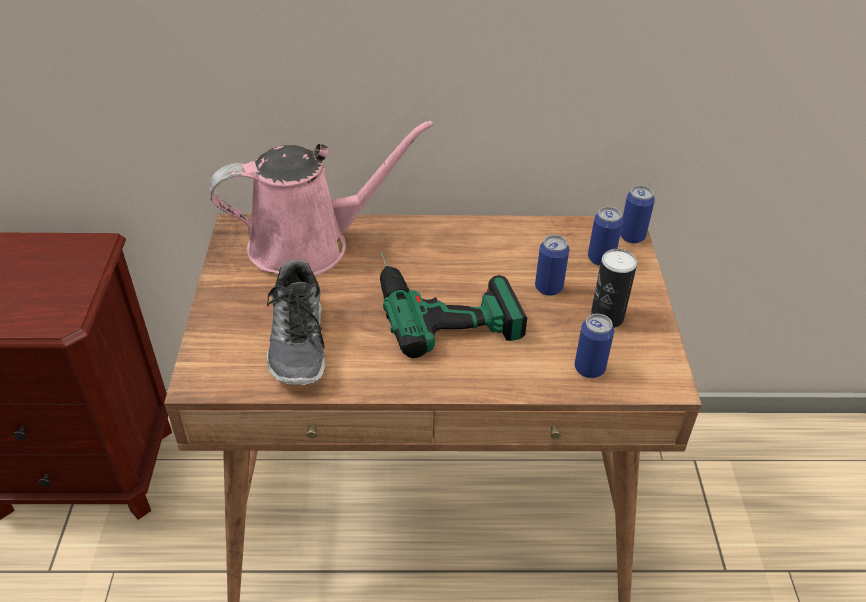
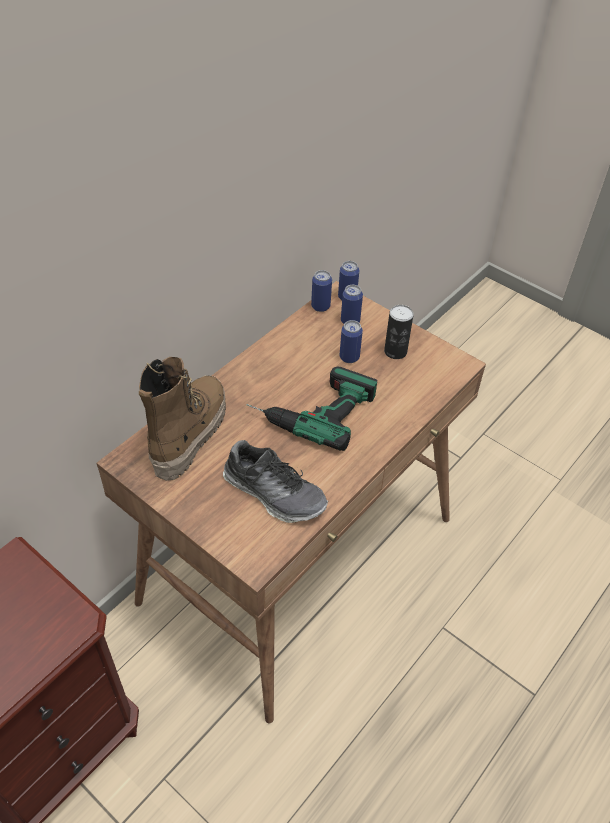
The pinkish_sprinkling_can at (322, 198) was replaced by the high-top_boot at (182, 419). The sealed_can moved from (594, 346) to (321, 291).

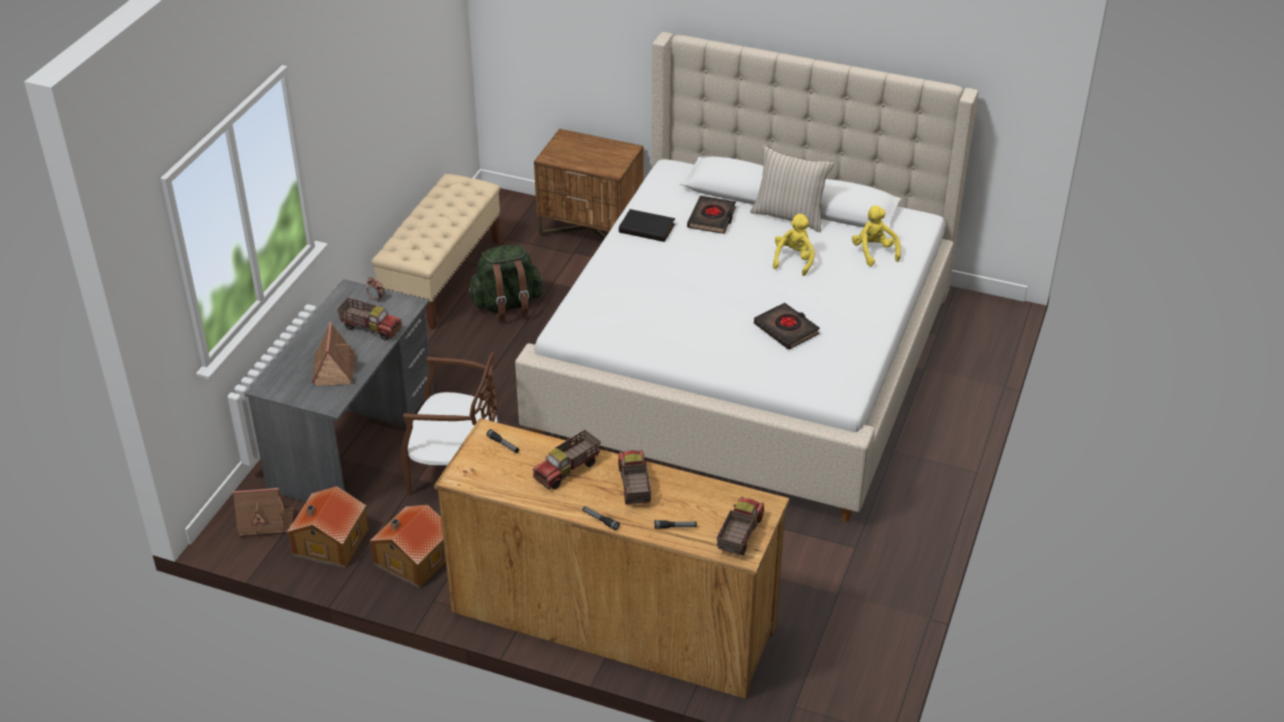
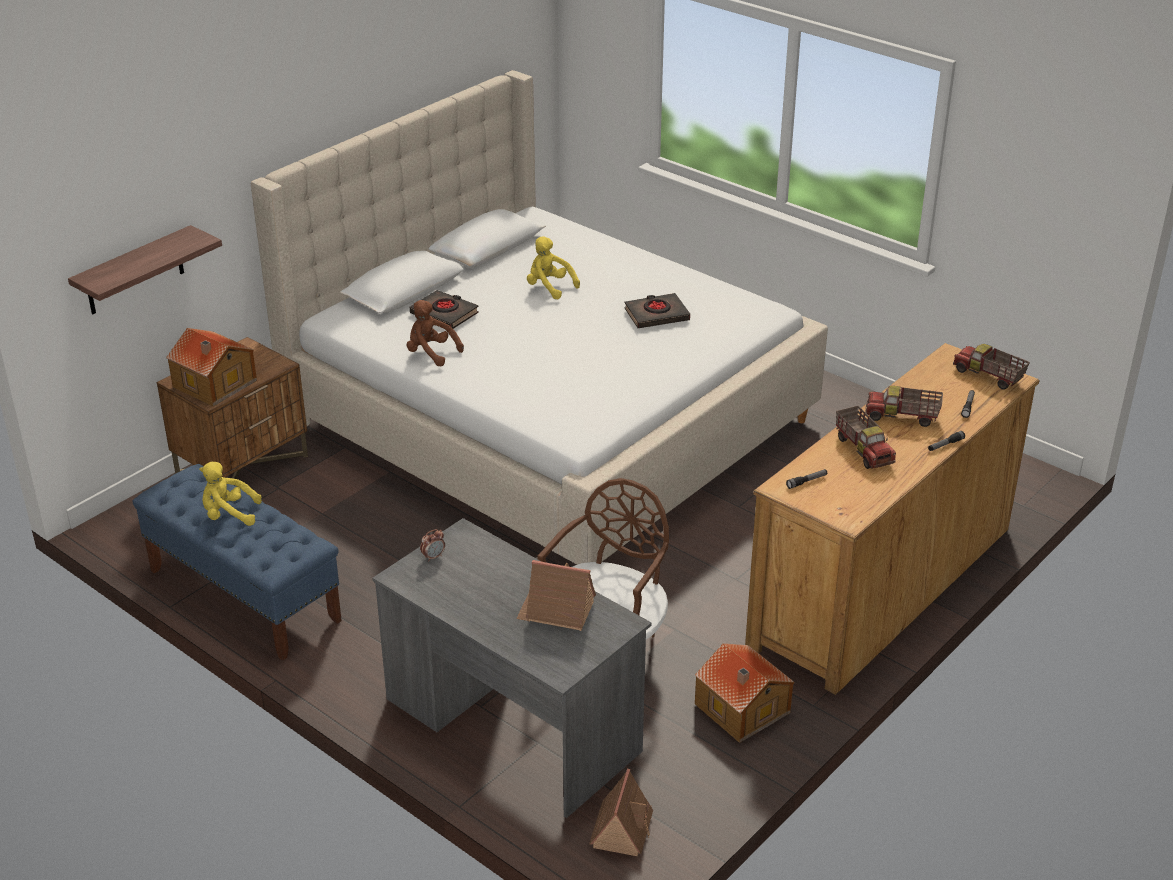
The sand-coloured_pillow at (792, 188) disappeared. The sand-coloured_long_seat at (436, 252) became the bluish_long_seat at (237, 562). The yellow-coloured_soft_toy moved from (876, 235) to (230, 494). The black_book at (647, 225) was replaced by the brown_soft_toy at (435, 333). The greenish_rucksack at (505, 282) disappeared. The toy_truck at (369, 319) disappeared. The miniature_house moved from (327, 527) to (211, 367). The shelf at (145, 269) appeared.

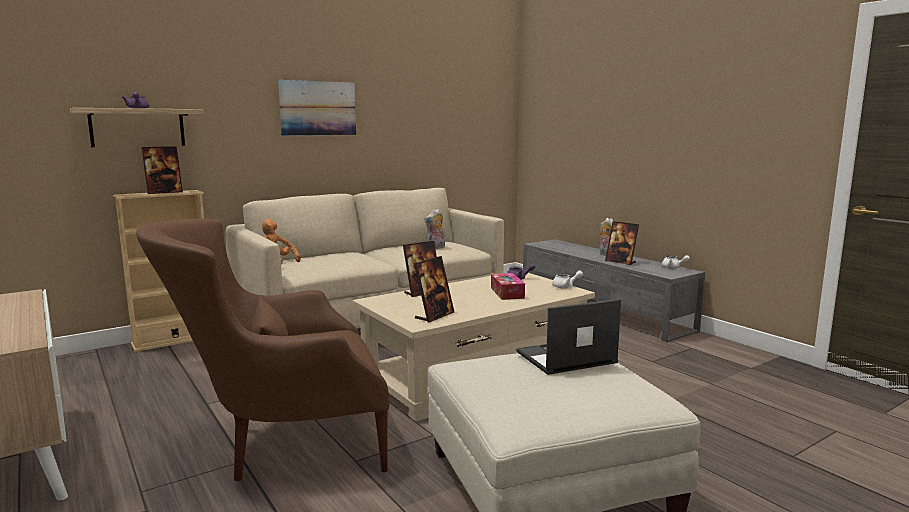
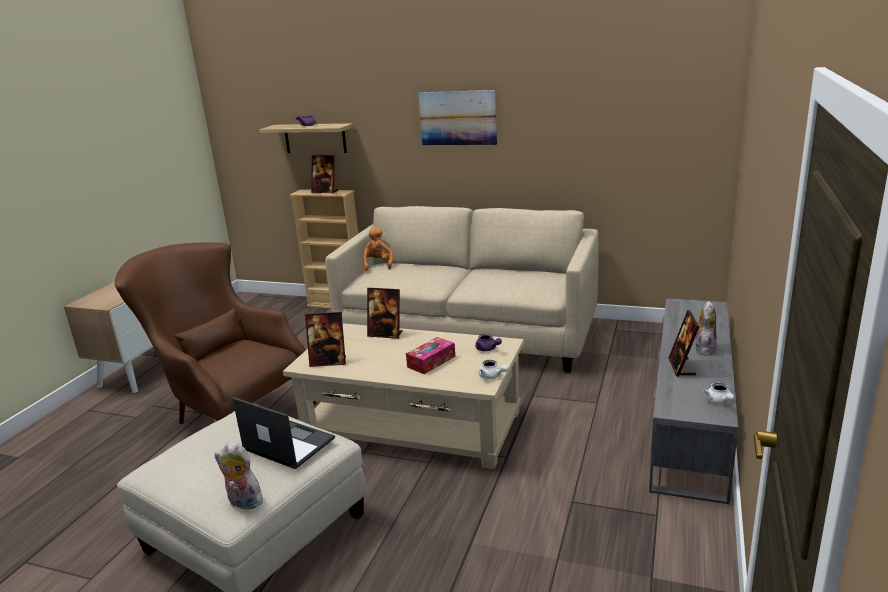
The soft_toy moved from (434, 229) to (238, 476).

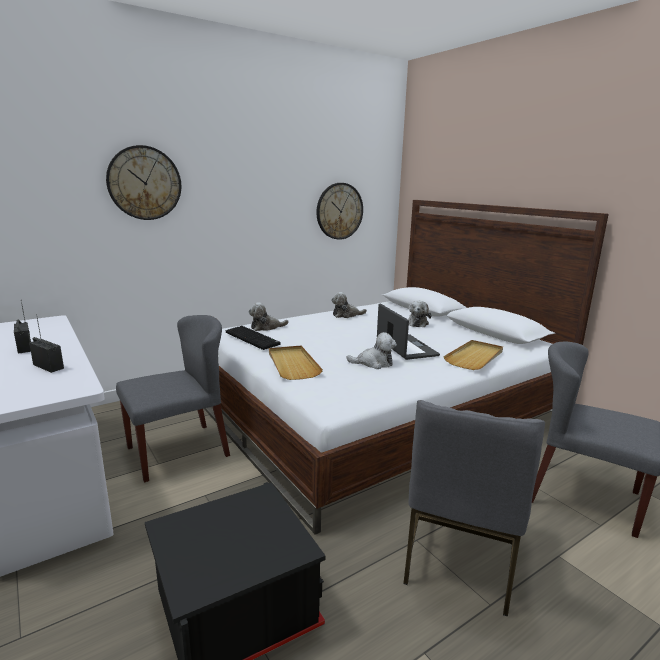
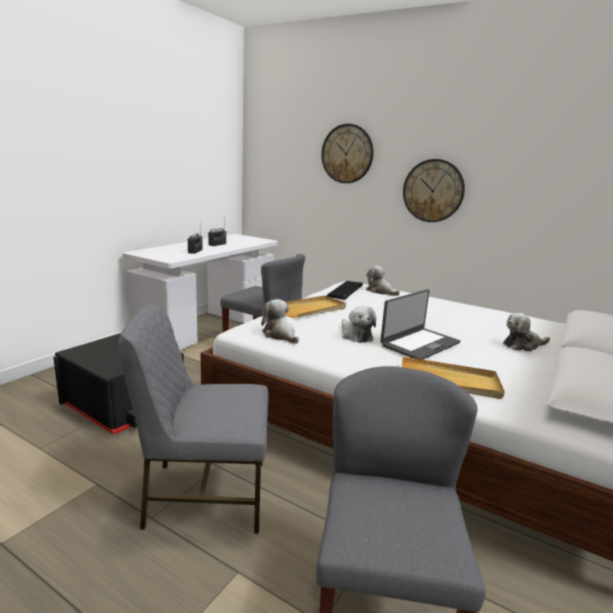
The hanging_clock moved from (339, 211) to (434, 190). The soft_toy moved from (349, 305) to (280, 321).

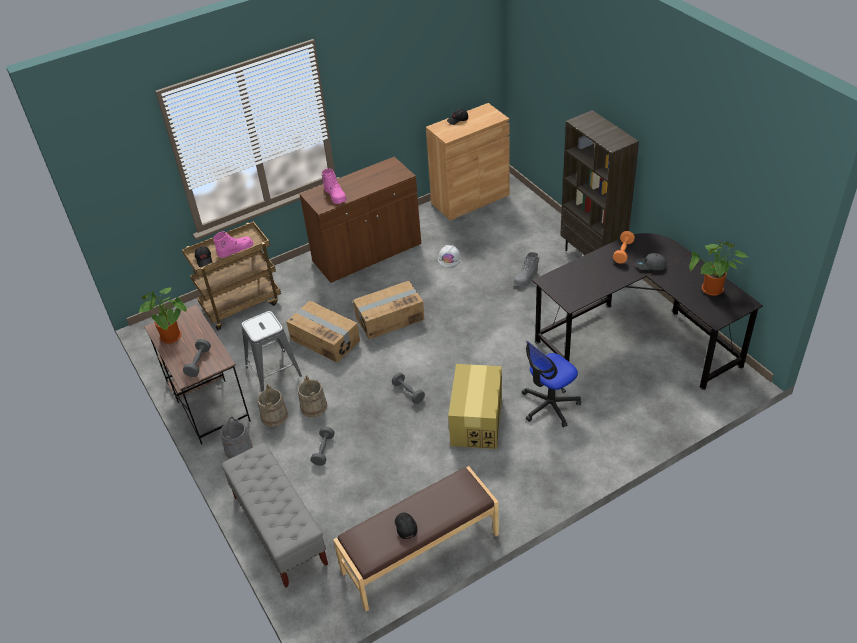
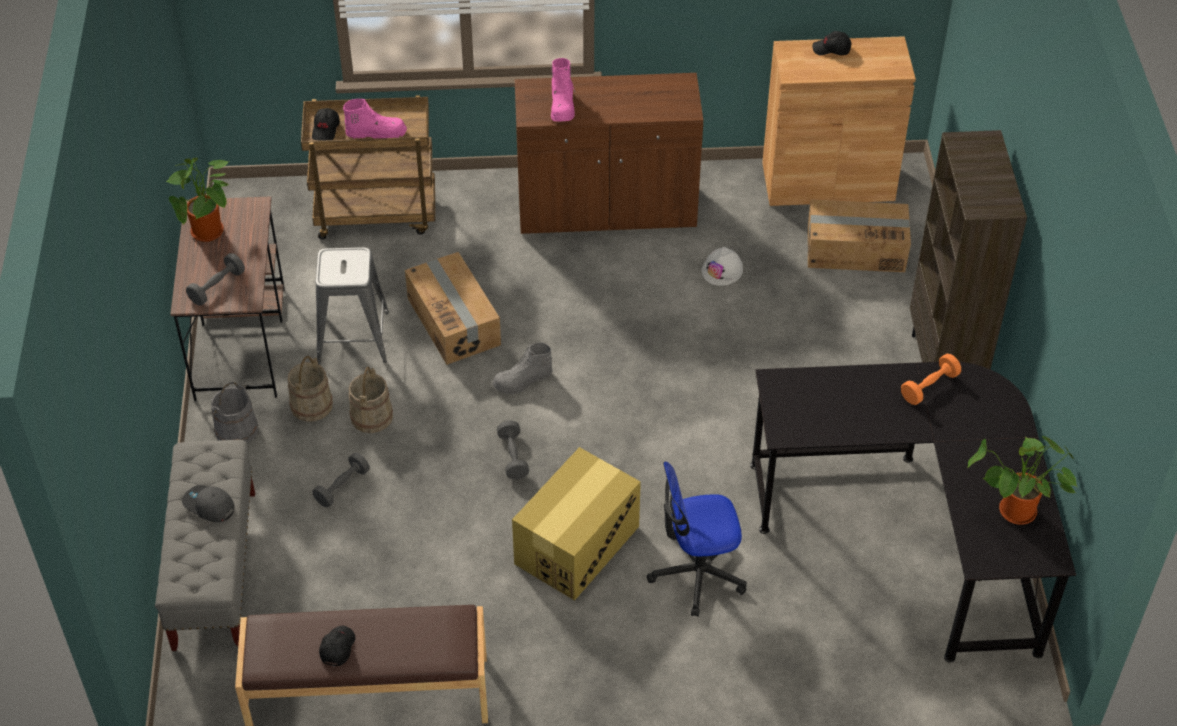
The greyish_high-top_boot moved from (526, 269) to (522, 368). The greyish_cap moved from (651, 261) to (208, 503). The cardboard_box moved from (389, 310) to (859, 236).

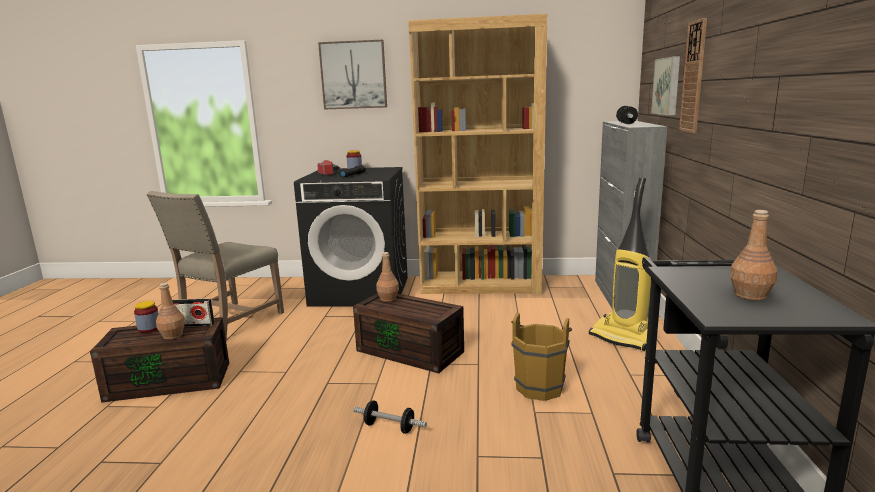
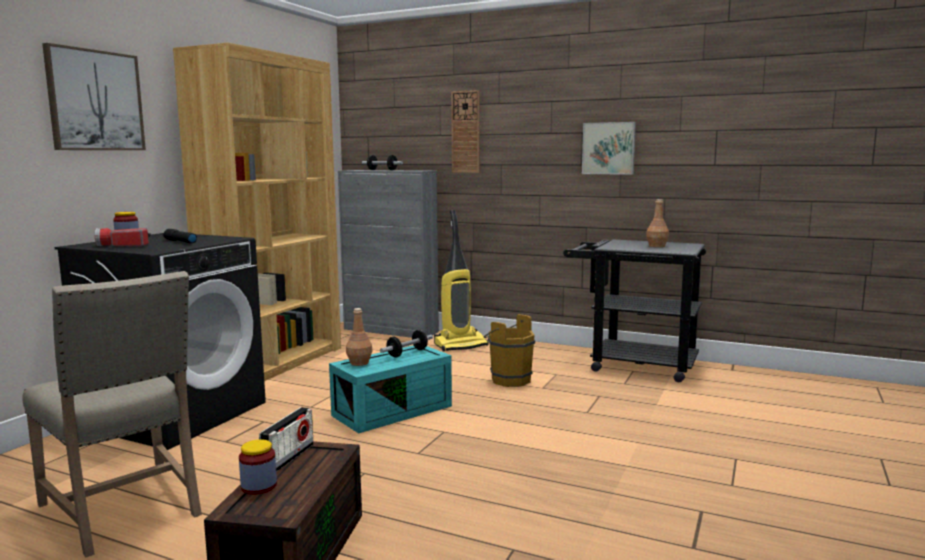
The wall_art moved from (665, 85) to (609, 148). The brown_bottle at (170, 311) disappeared. The brown_storage_bin at (408, 333) became the blue-green_storage_bin at (390, 389). The free_weight moved from (390, 417) to (406, 344).

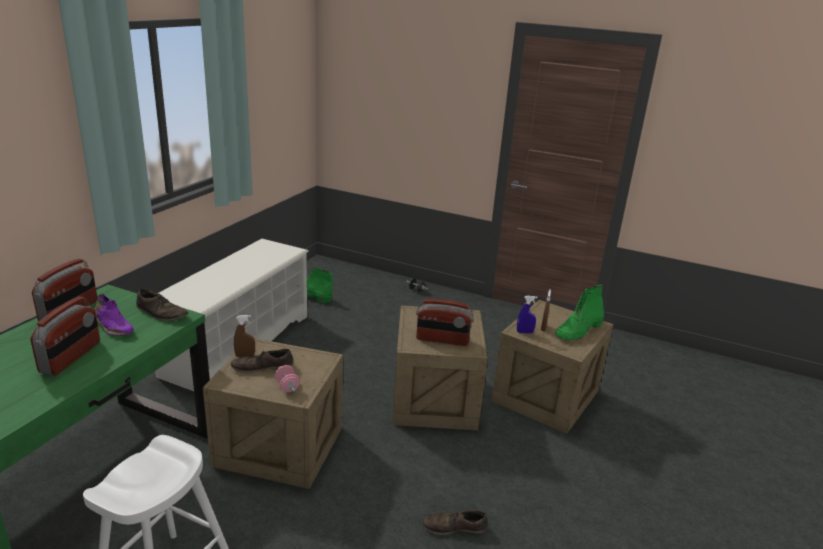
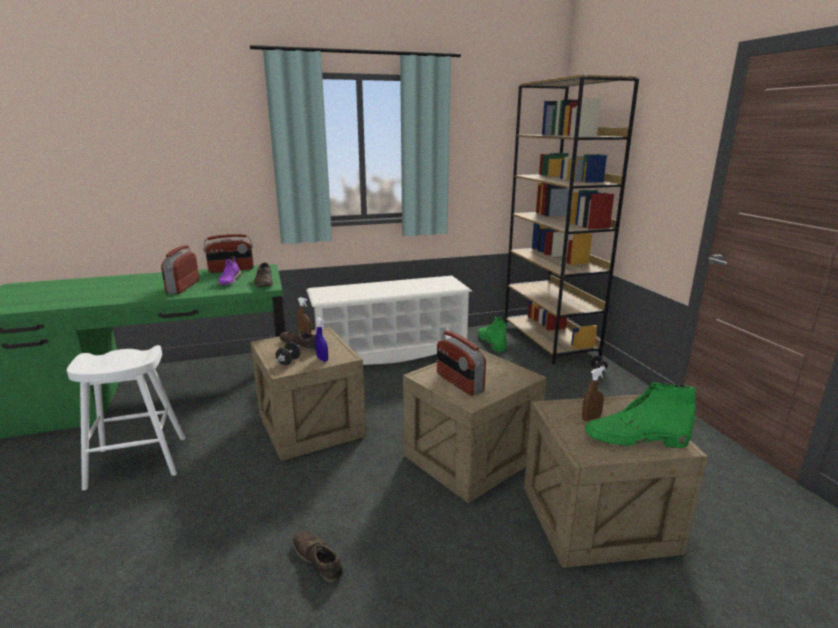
The bluish_hand_sprayer moved from (527, 315) to (321, 339). The radio_receiver at (65, 336) turned 120 degrees clockwise. The pinkish_free_weight at (287, 378) became the black_free_weight at (288, 353). The brown_bookcase at (572, 220) appeared.

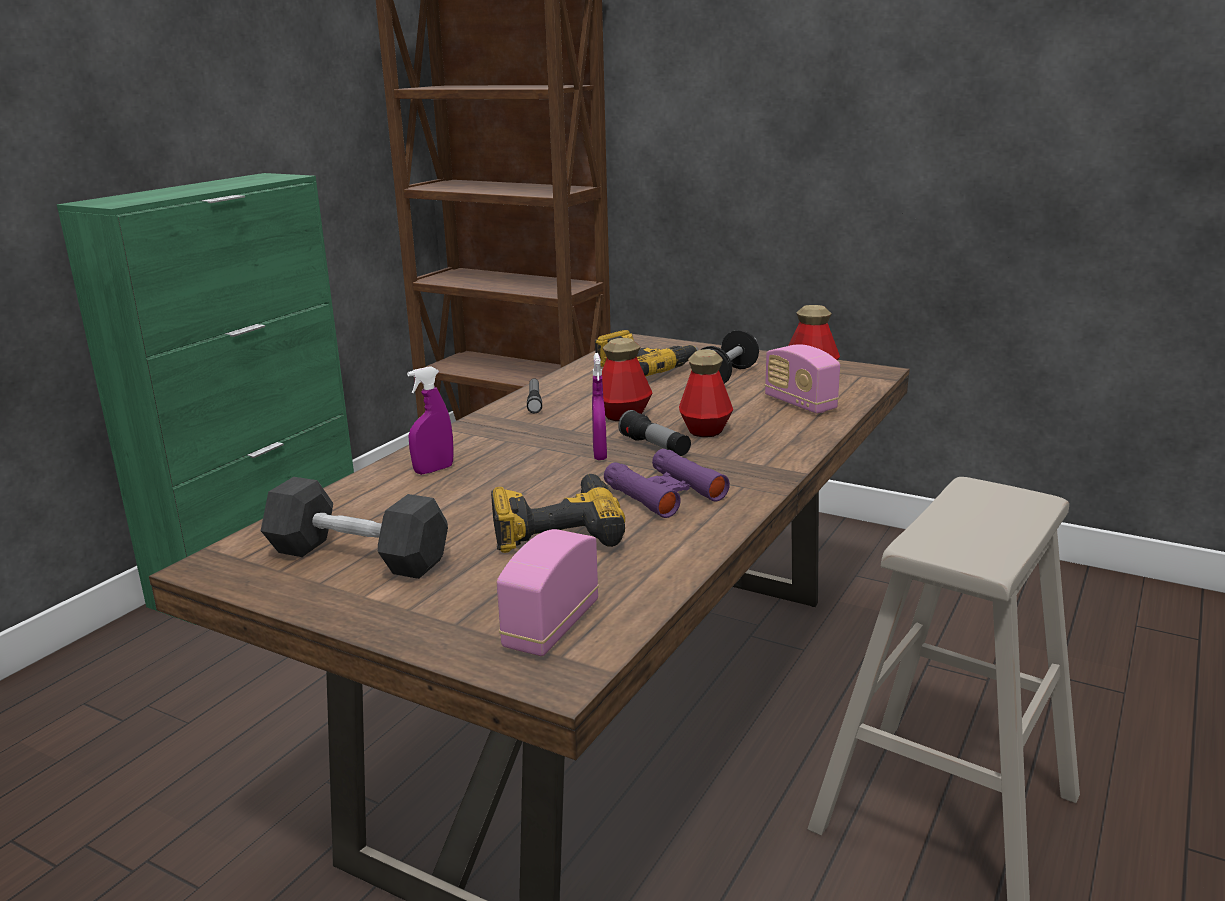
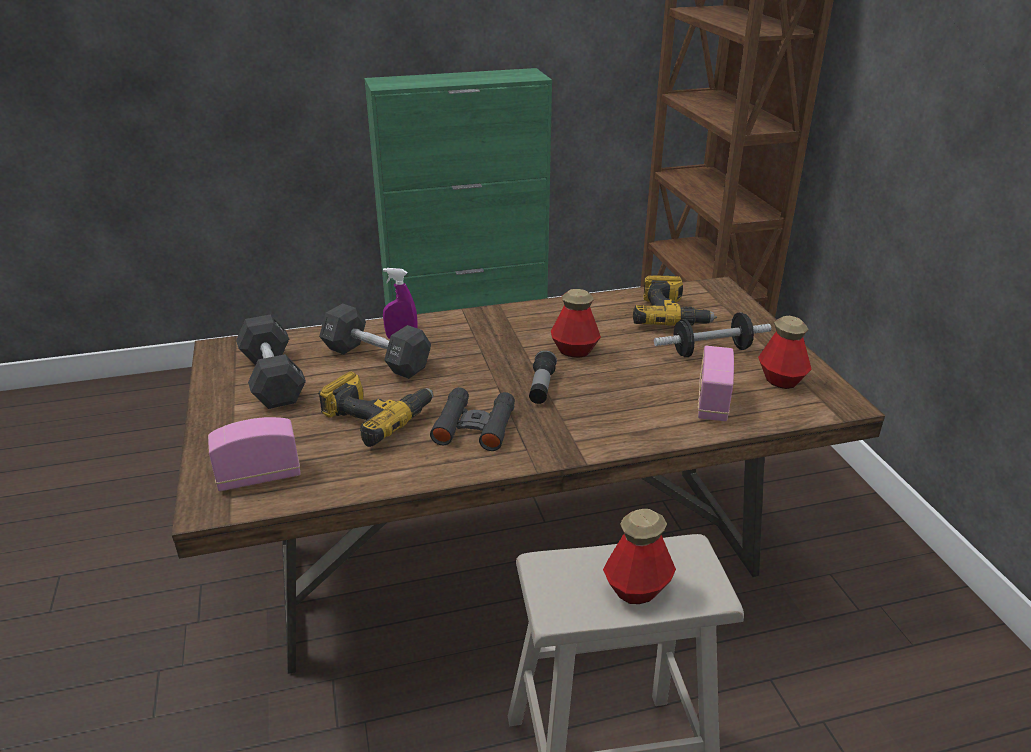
The bottle moved from (706, 393) to (639, 556). The purple_hand_sprayer at (599, 406) disappeared. The hand_torch at (534, 395) disappeared. The purple_pair_of_binoculars at (667, 483) became the black_pair_of_binoculars at (472, 419). The black_free_weight at (375, 341) appeared.

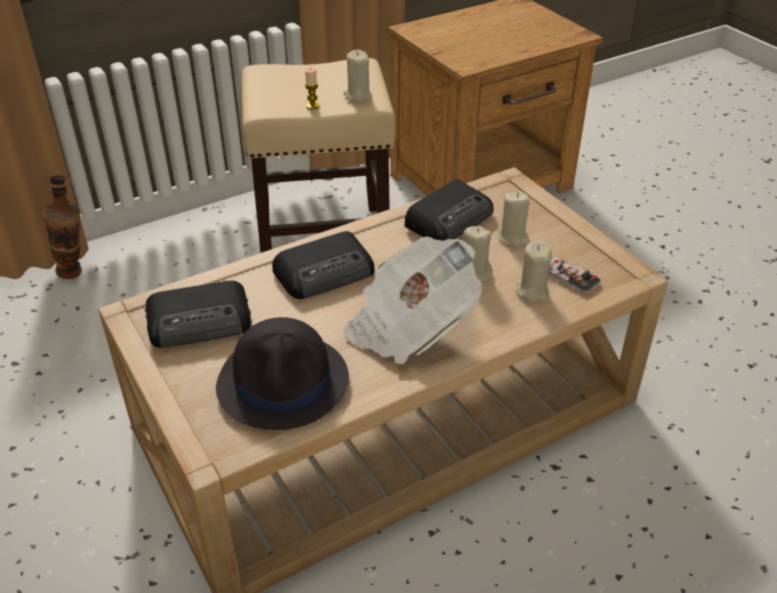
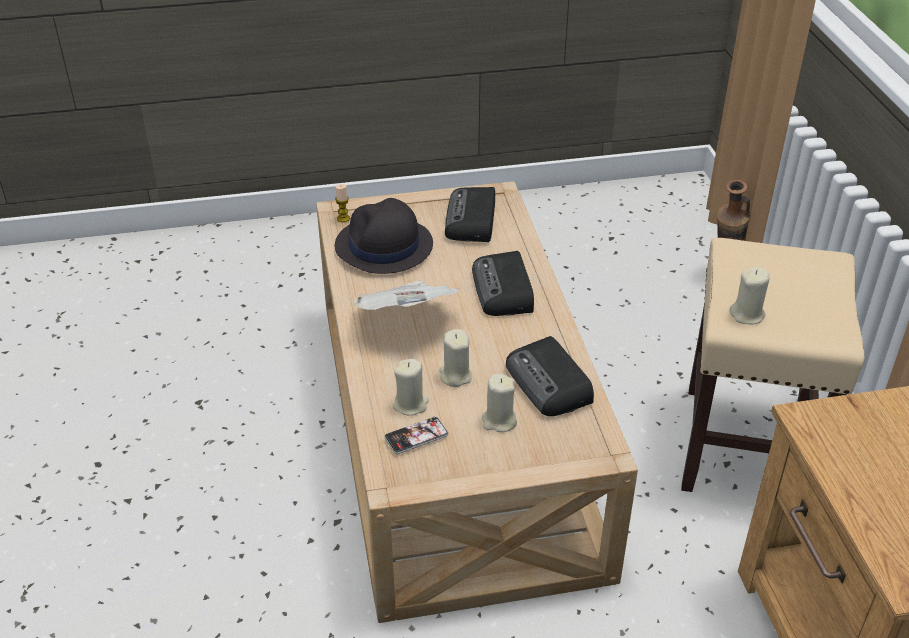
The wax_light moved from (312, 88) to (342, 203).

